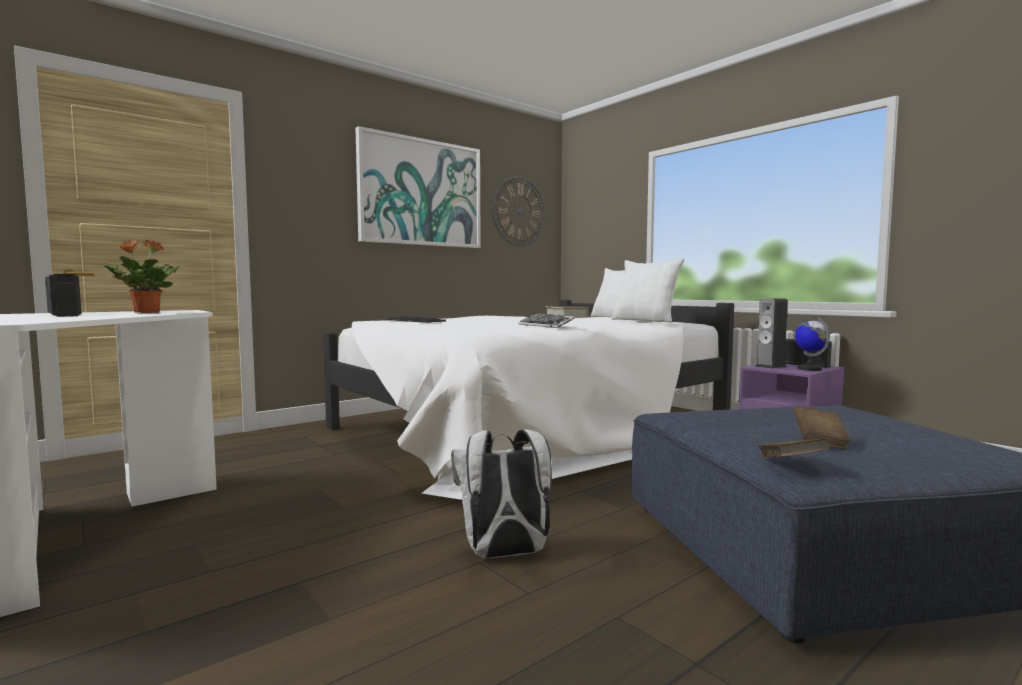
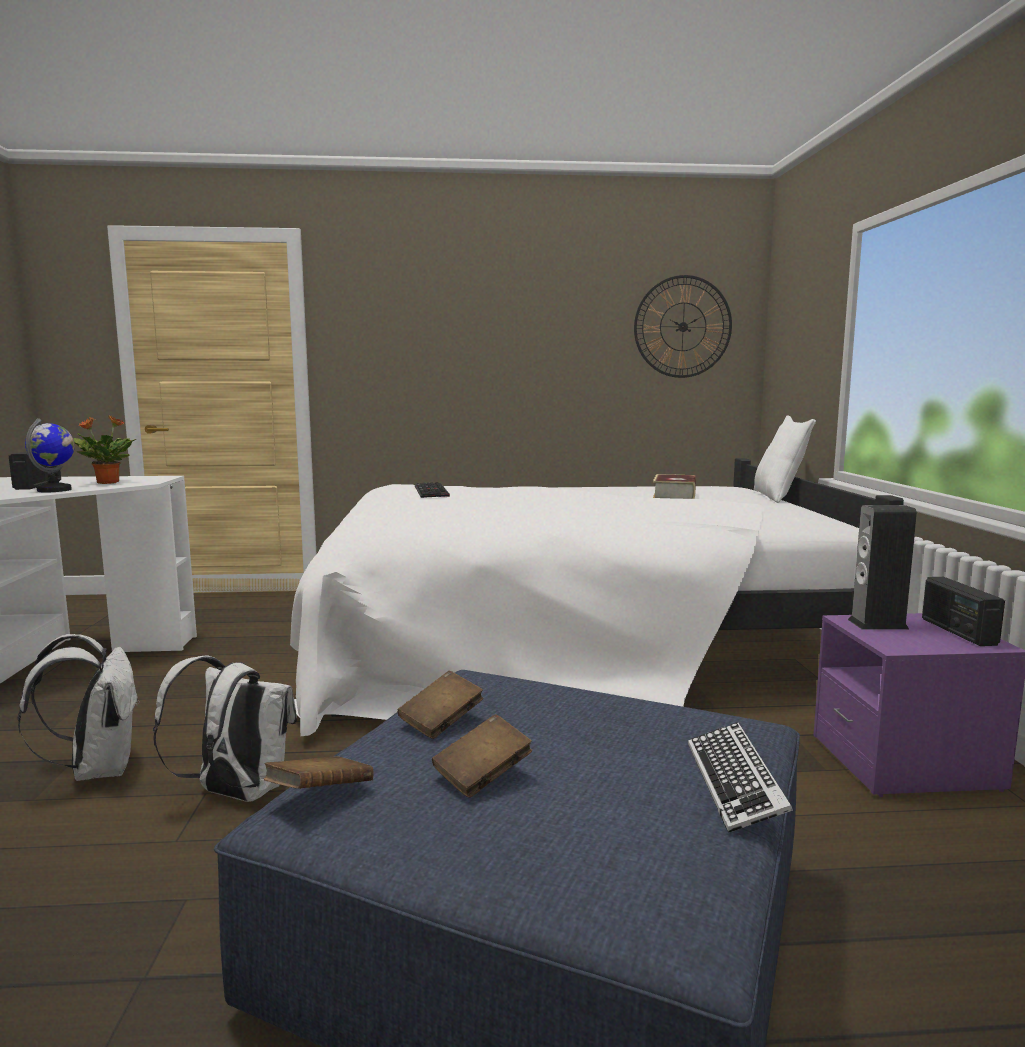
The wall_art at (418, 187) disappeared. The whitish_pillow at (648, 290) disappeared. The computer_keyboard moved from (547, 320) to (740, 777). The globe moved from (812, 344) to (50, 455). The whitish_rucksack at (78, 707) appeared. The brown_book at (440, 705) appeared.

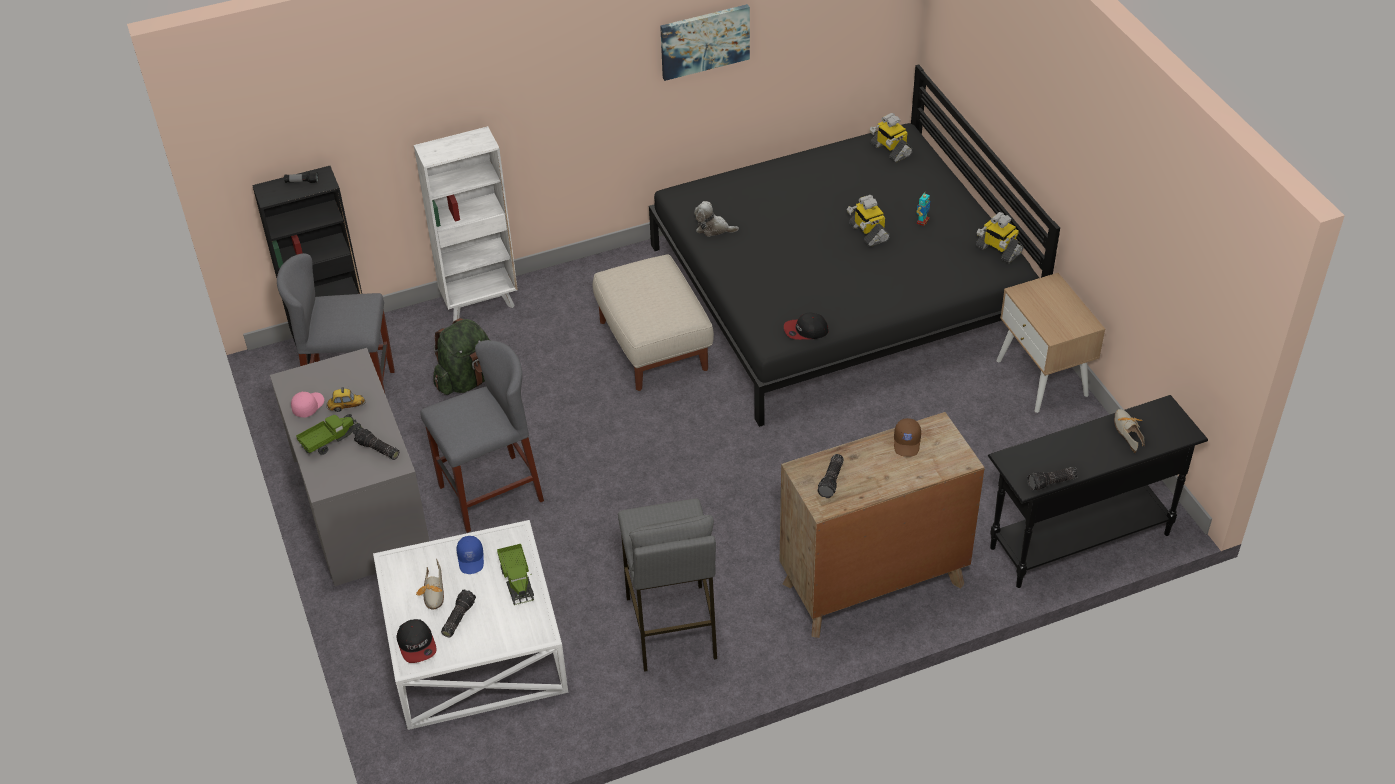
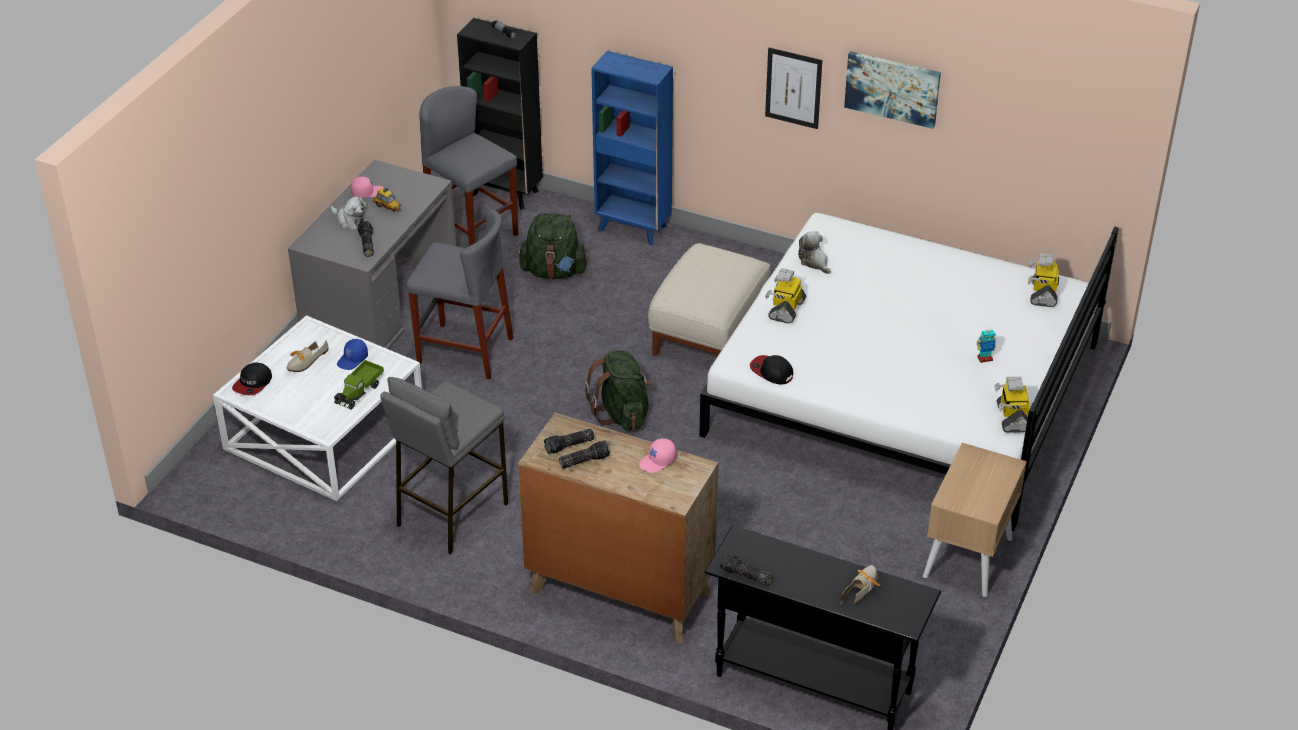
The black_sleeping_bed at (854, 246) became the whitish_sleeping_bed at (909, 372). The whitish_bookcase at (466, 223) became the bluish_bookcase at (632, 148). The robot_figure moved from (868, 221) to (785, 296). The toy_truck at (329, 434) was replaced by the soft_toy at (349, 213). The brown_cap at (907, 437) became the pinkish_cap at (658, 455). The hand_torch moved from (458, 614) to (584, 455). The wall_art at (793, 88) appeared. The greenish_rucksack at (618, 390) appeared.

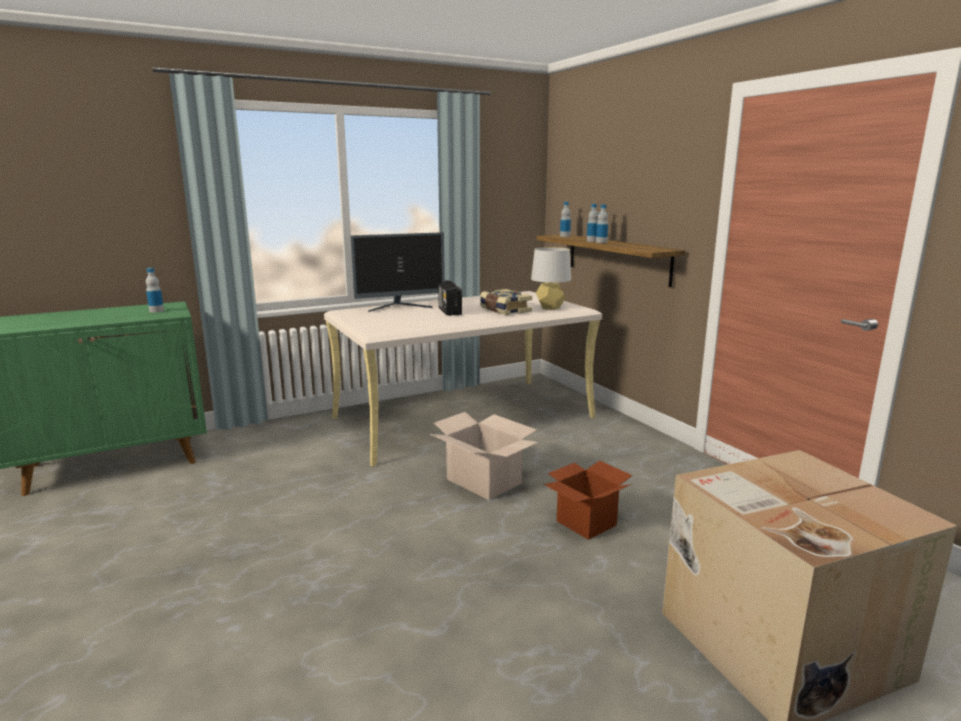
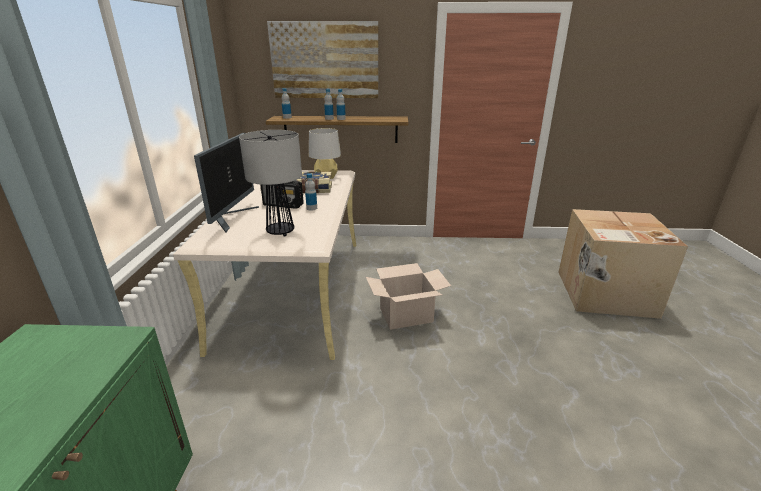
The bottle moved from (155, 290) to (311, 192). The cardboard_box at (588, 500) disappeared. The wall_art at (322, 59) appeared. The tabletop_lamp at (270, 183) appeared.

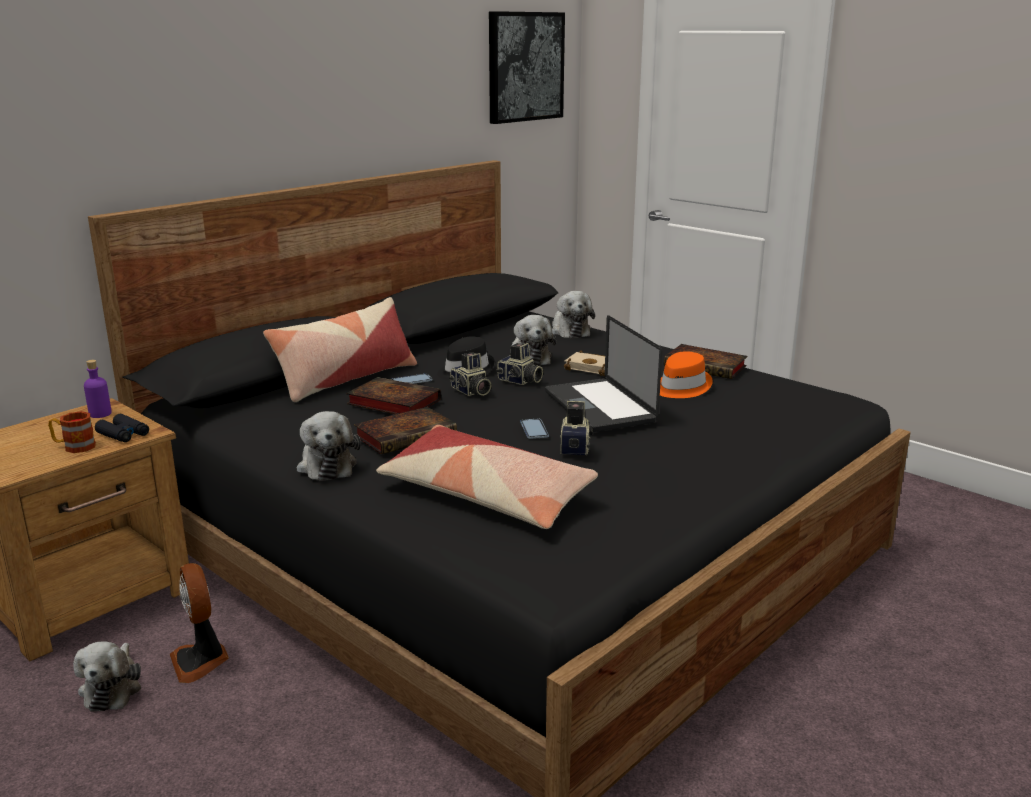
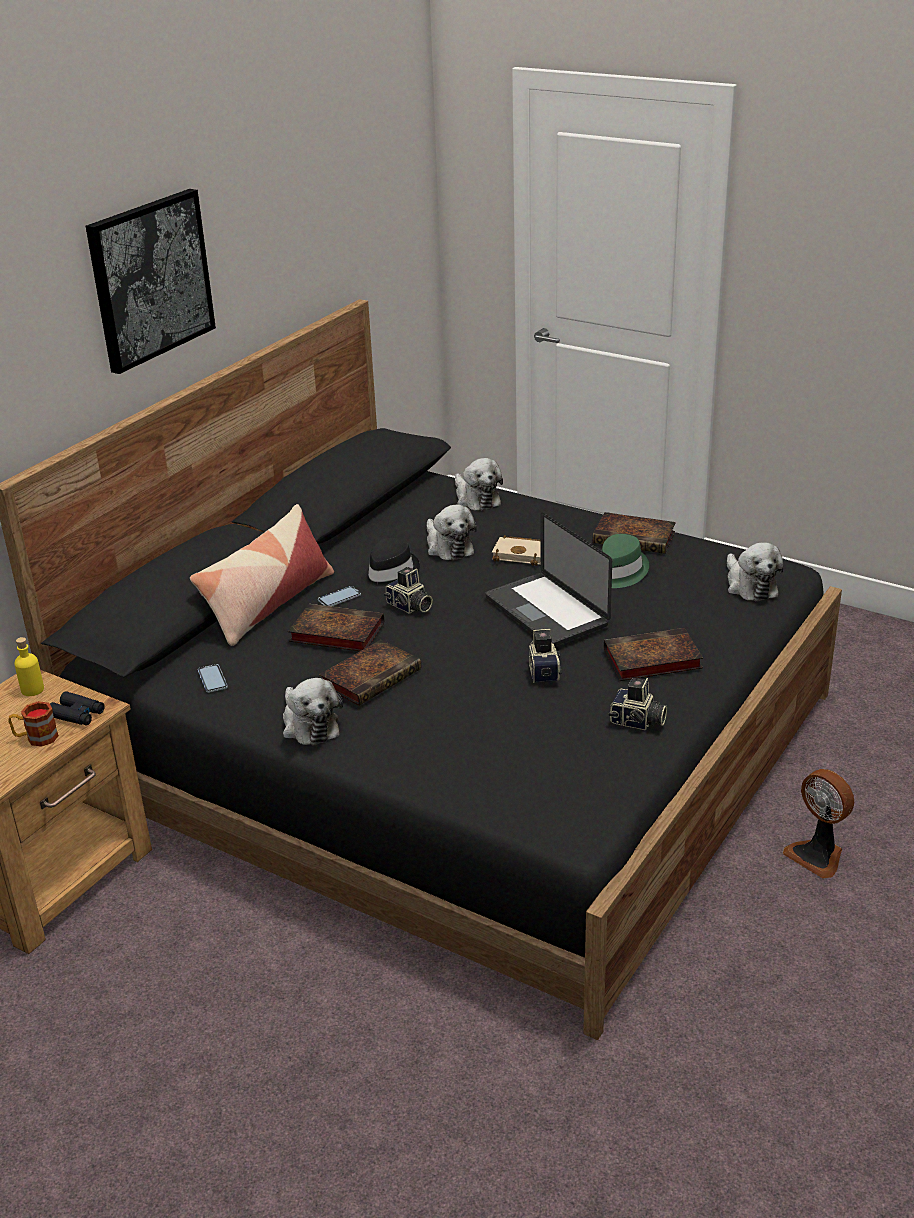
The wall_art moved from (527, 67) to (151, 281). The photo_camera moved from (519, 364) to (638, 704). The orangey_clothing_hat at (686, 374) became the greenish_clothing_hat at (625, 561). The purple_bottle at (98, 389) became the yellow-coloured_bottle at (29, 666). The telephone moved from (534, 429) to (213, 678). The pillow at (487, 477) disappeared. The electric_fan moved from (199, 623) to (818, 823). The soft_toy moved from (107, 677) to (755, 572). The book at (653, 654) appeared.

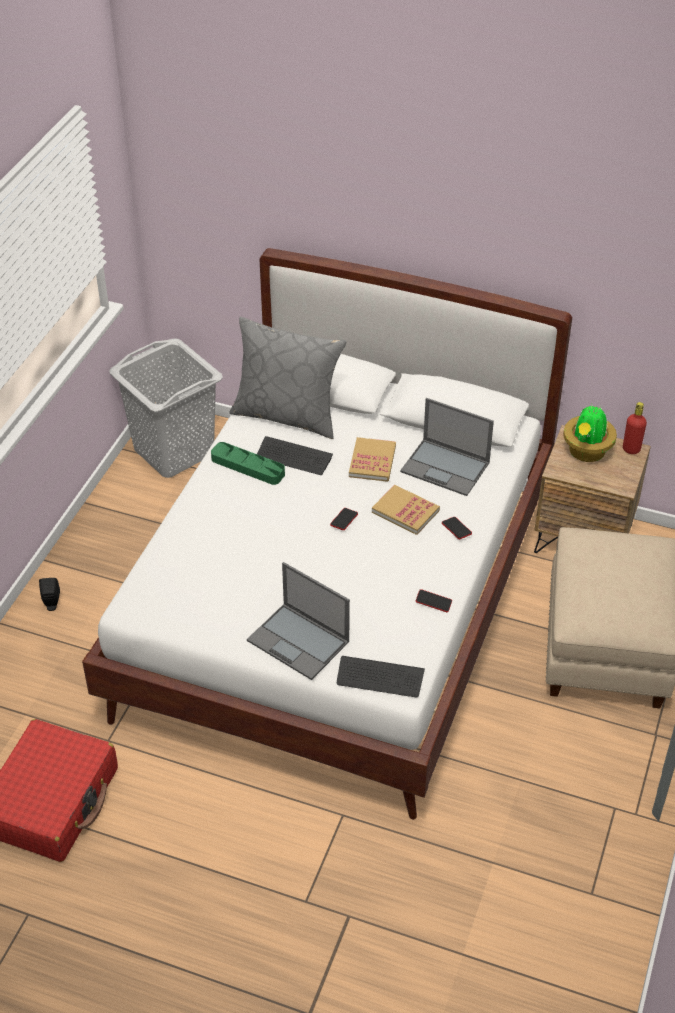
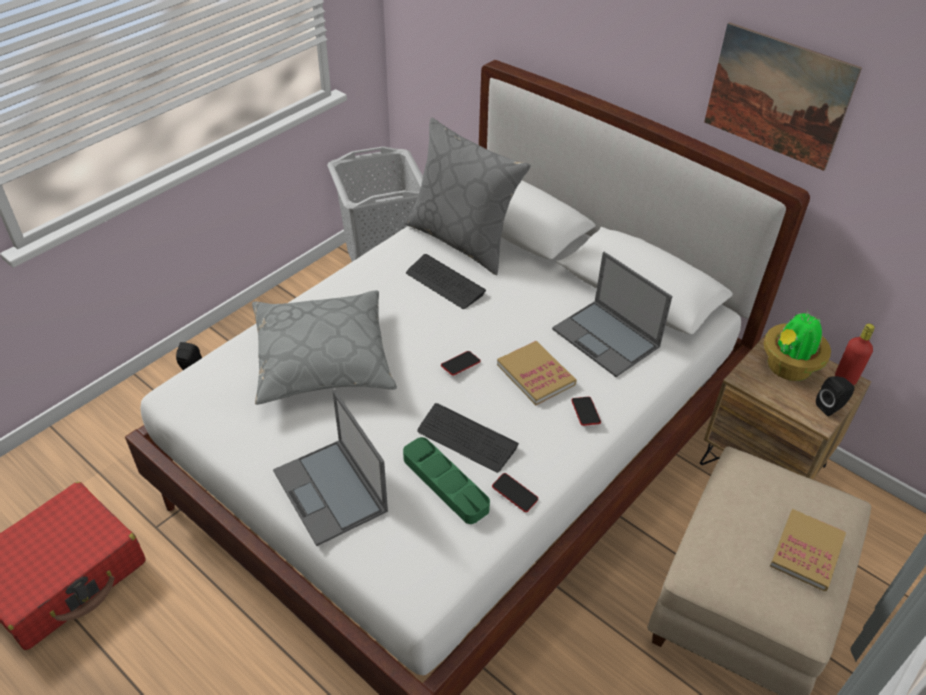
The book moved from (372, 459) to (808, 550). The greenish_carrying_tray moved from (248, 463) to (446, 480). The computer_keyboard moved from (381, 677) to (468, 438). The wall_art at (783, 96) appeared. The greyish_pillow at (324, 347) appeared. The black_speaker at (835, 396) appeared.

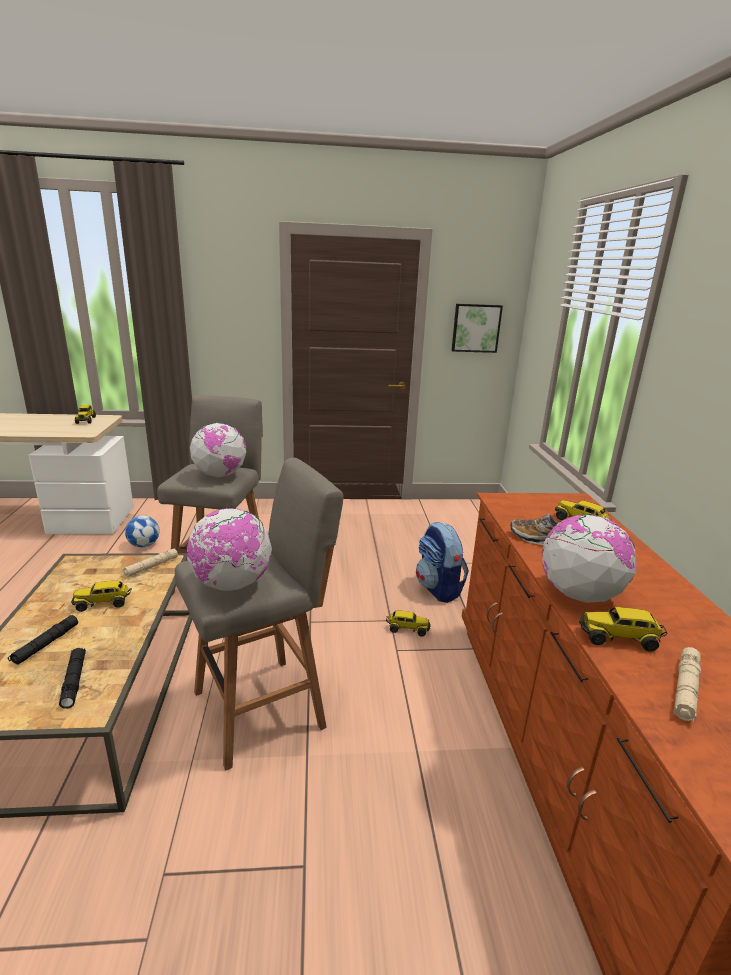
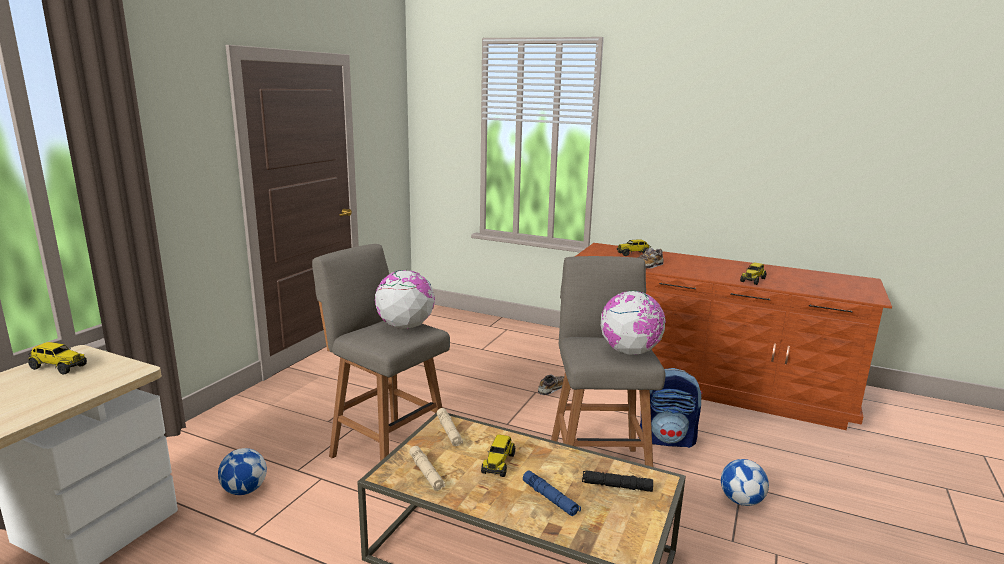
The wall_art at (477, 328) disappeared. The globe at (589, 558) disappeared. The rucksack moved from (442, 562) to (670, 408). The toy_truck at (408, 623) was replaced by the shoe at (551, 385). The black_hand_torch at (43, 640) became the bluish_hand_torch at (552, 493). The sand-coloured_hand_torch moved from (687, 684) to (427, 468). The football_ball at (745, 482) appeared.

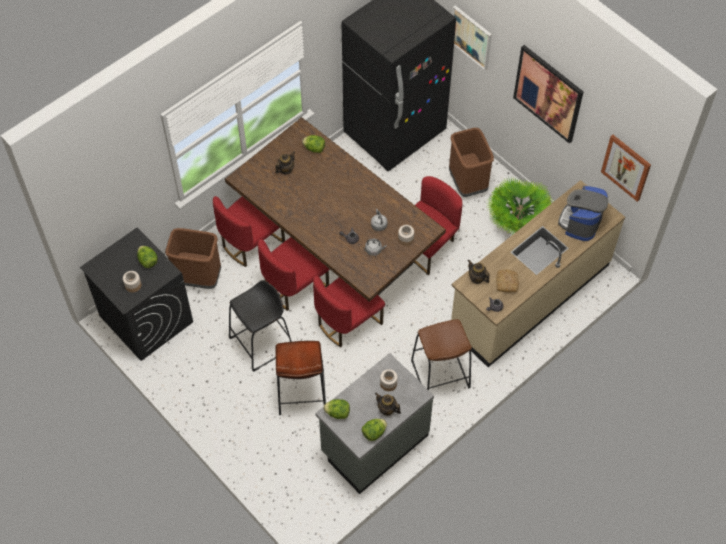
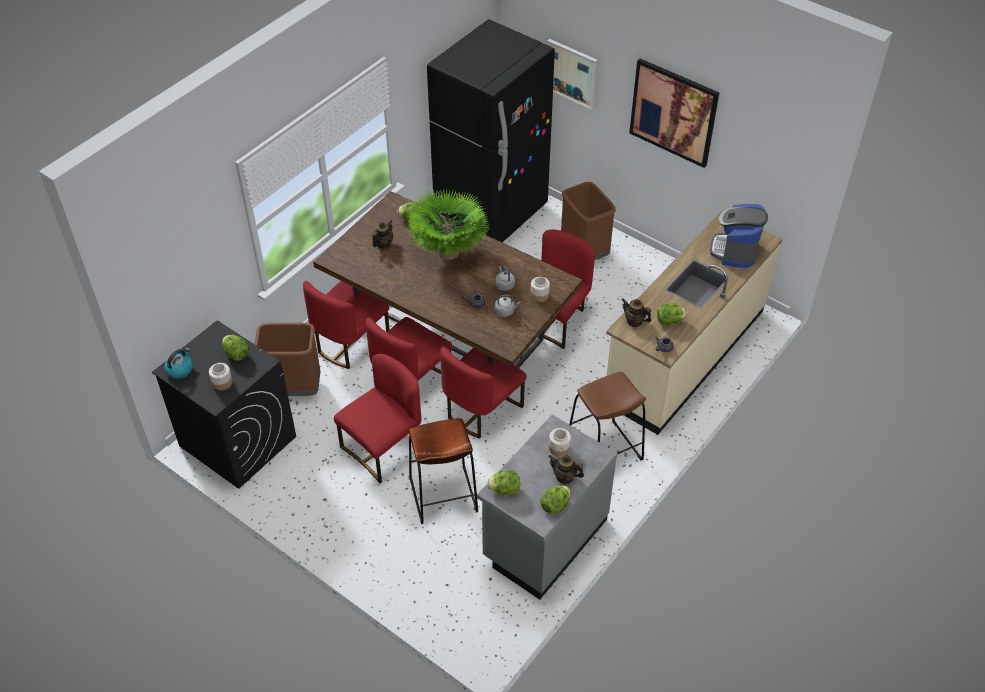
The wall_art at (626, 168) disappeared. The houseplant moved from (520, 205) to (446, 224). The bread at (507, 281) was replaced by the head_of_lettuce at (672, 314). The black_sitting_stool at (260, 325) was replaced by the red_plain_chair at (378, 419). The tea_kettle at (178, 363) appeared.

